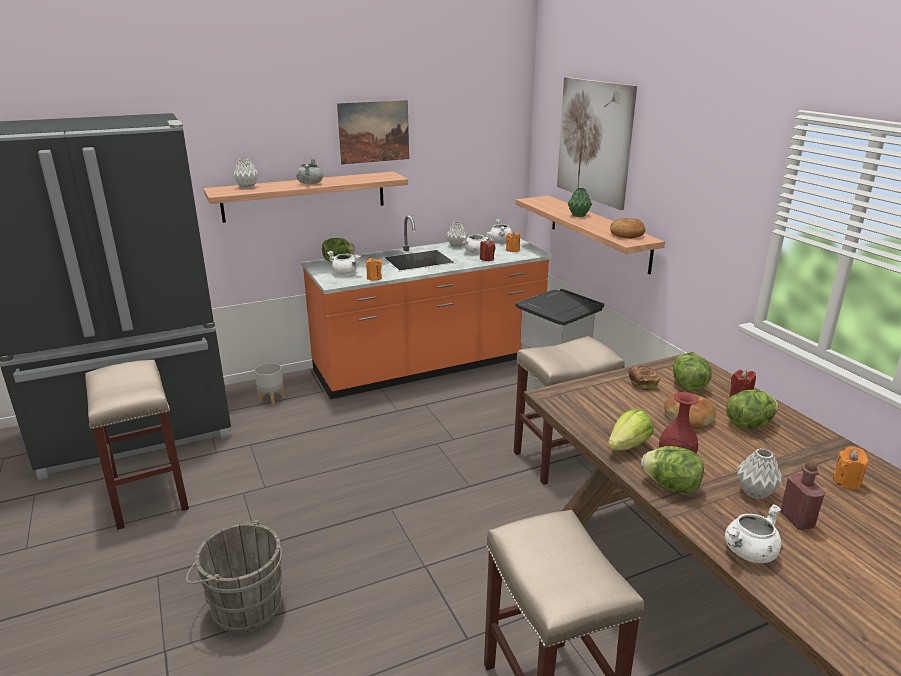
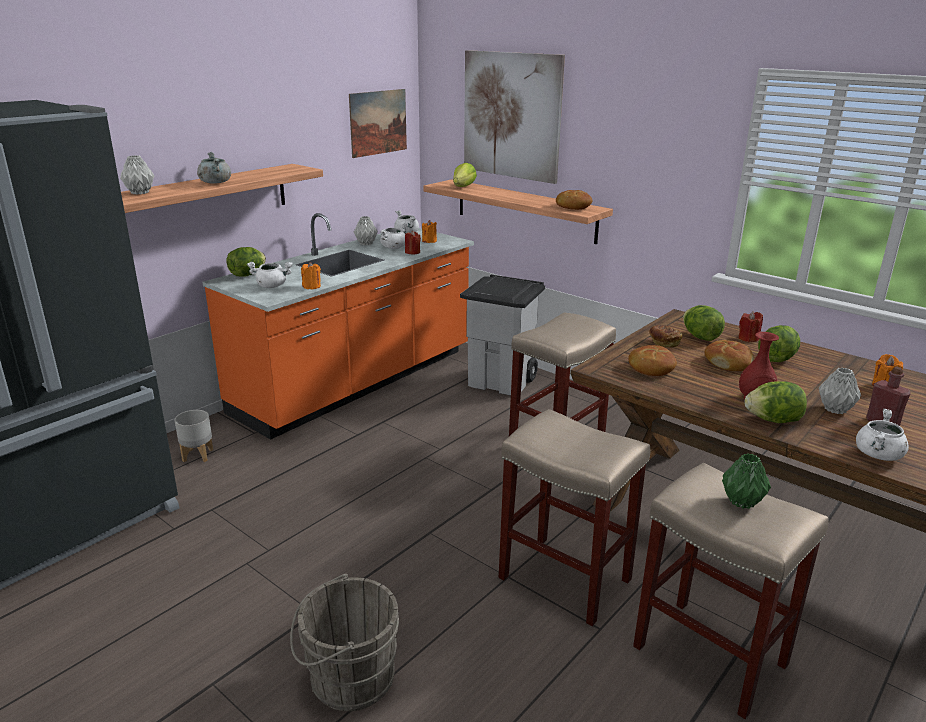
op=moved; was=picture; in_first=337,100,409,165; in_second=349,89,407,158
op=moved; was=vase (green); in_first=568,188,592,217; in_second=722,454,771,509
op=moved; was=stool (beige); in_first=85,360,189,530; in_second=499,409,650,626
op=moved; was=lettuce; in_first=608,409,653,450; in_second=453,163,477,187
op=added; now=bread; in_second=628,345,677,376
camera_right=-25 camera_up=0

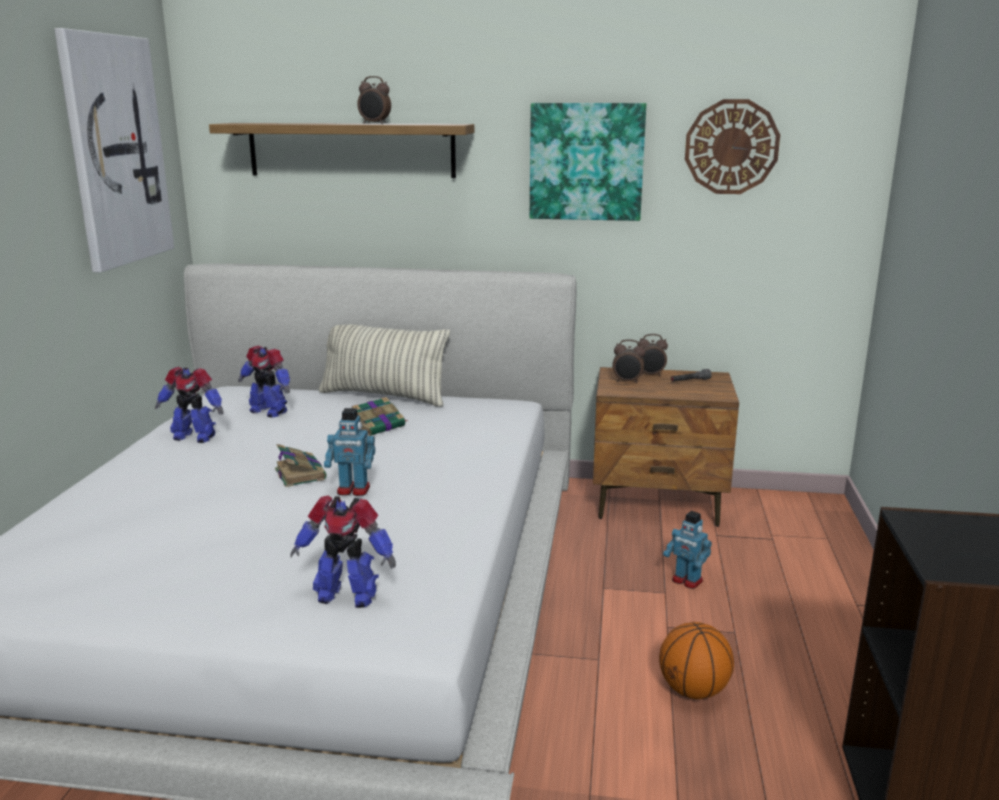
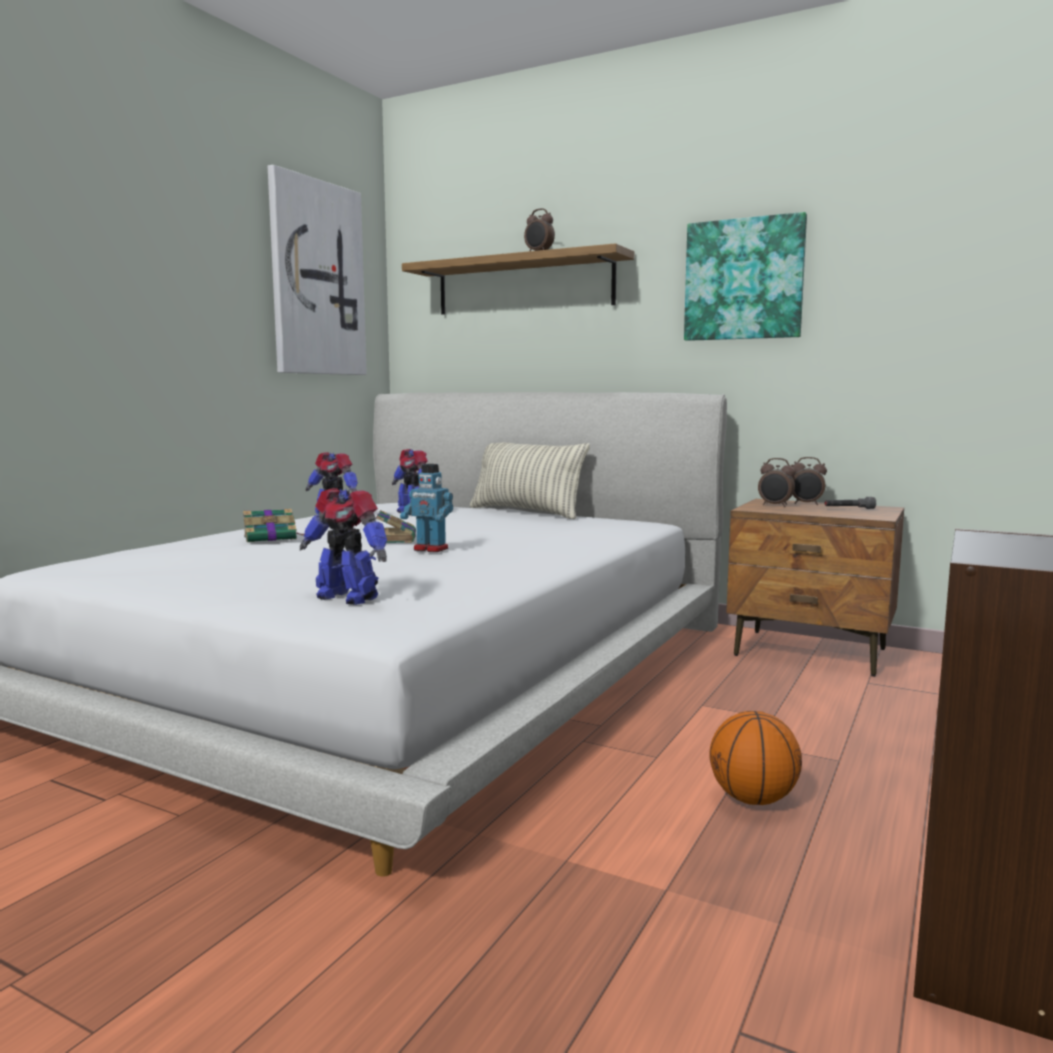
op=removed; was=wall clock; in_first=685,99,780,194
op=moved; was=book; in_first=352,397,408,436; in_second=243,508,304,542
op=removed; was=toy robot; in_first=663,511,712,589
camera_right=20 camera_up=-10

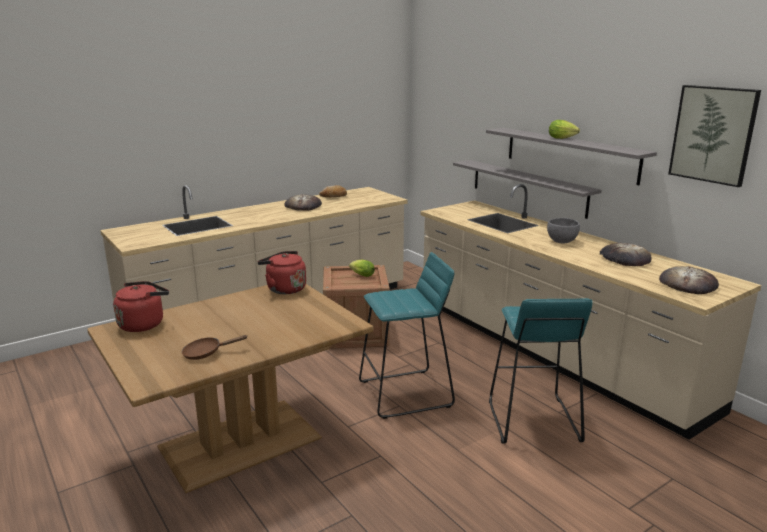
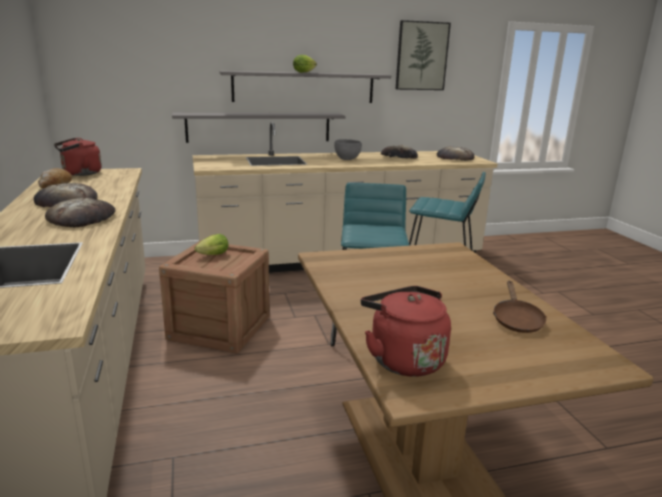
op=moved; was=kettle (red); in_first=257,251,306,294; in_second=54,138,102,176
op=added; now=bread; in_second=45,197,116,227
camera_right=-70 camera_up=0

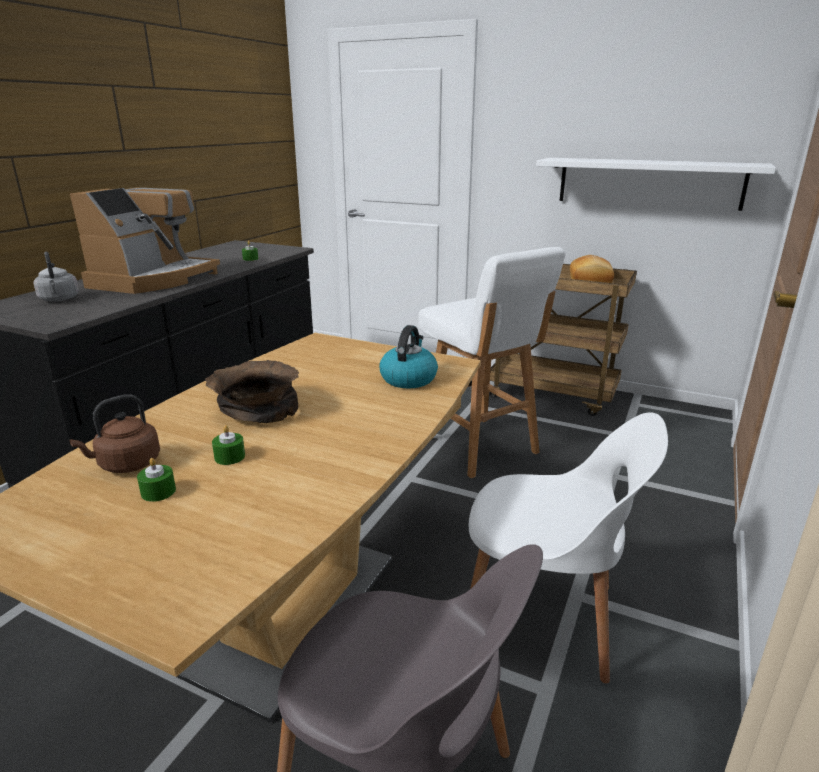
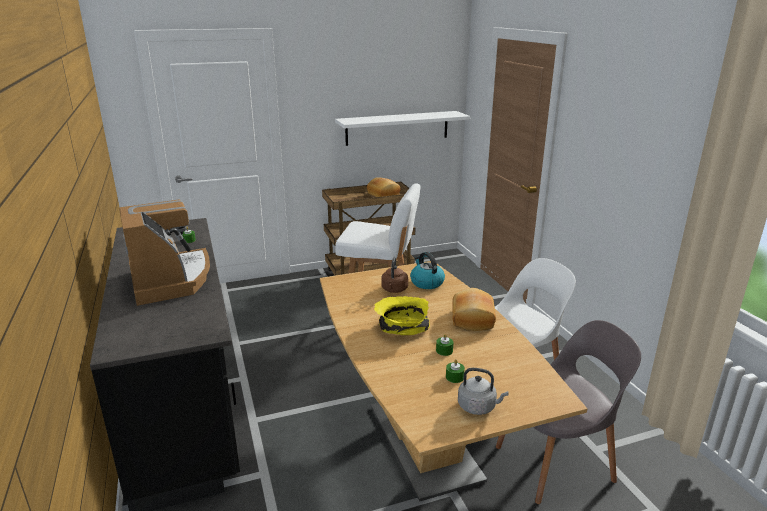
op=moved; was=kettle (grey); in_first=34,252,79,302; in_second=458,368,508,415
op=recoloured; was=bowl (brown); now=bowl (yellow); in_first=205,360,299,423; in_second=374,296,430,335
op=moved; was=kettle (brown); in_first=70,394,160,473; in_second=381,257,408,293
op=added; now=bread; in_second=453,288,496,331
camera_right=-45 camera_up=0

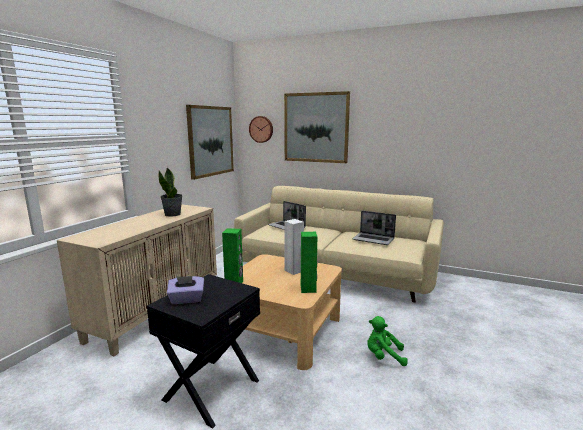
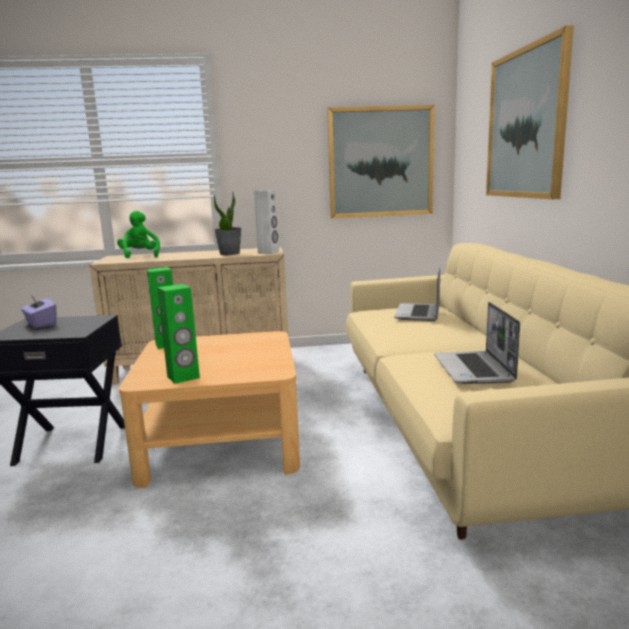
op=removed; was=wall clock; in_first=249,116,273,143
op=moved; was=speaker (white); in_first=284,219,304,275; in_second=254,190,279,254
op=moved; was=plush toy (green); in_first=367,316,408,366; in_second=117,210,160,258
camera_right=60 camera_up=0

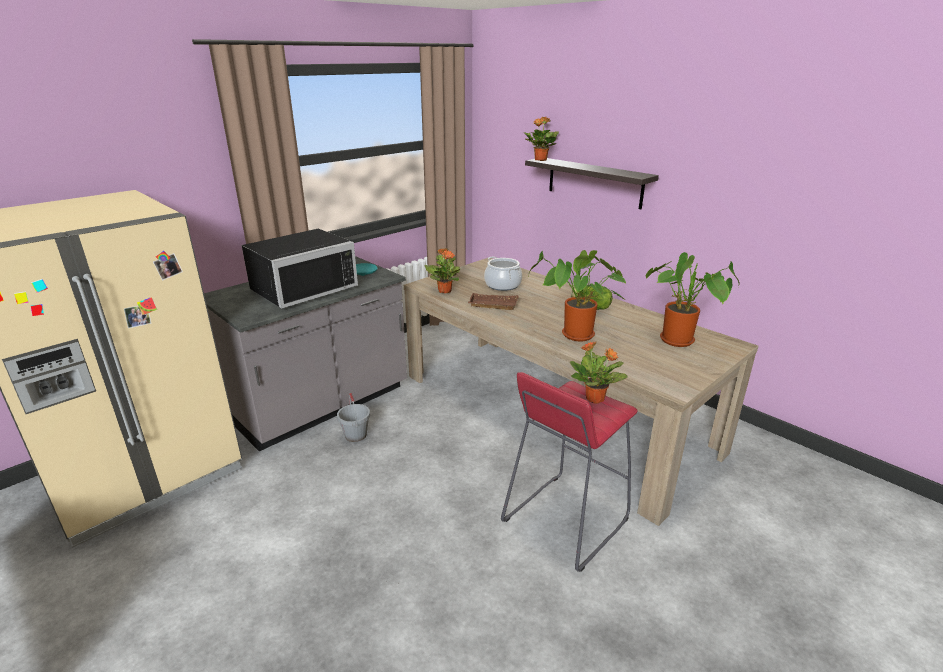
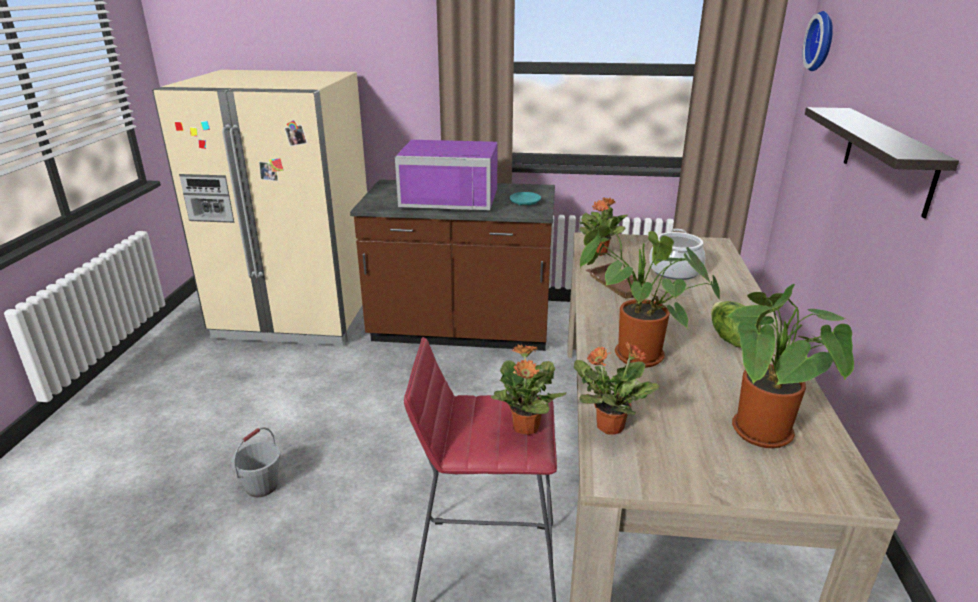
op=moved; was=potted plant; in_first=524,117,559,161; in_second=574,342,660,435
op=recoloured; was=microwave (black); now=microwave (purple); in_first=242,228,358,309; in_second=395,140,498,210
op=recoloured; was=counter (grey); now=counter (brown); in_first=204,256,407,451; in_second=350,179,555,351
op=moved; was=bucket (grey); in_first=337,393,370,442; in_second=231,427,281,497
op=added; now=wall clock; in_second=802,11,833,71
camera_right=50 camera_up=0

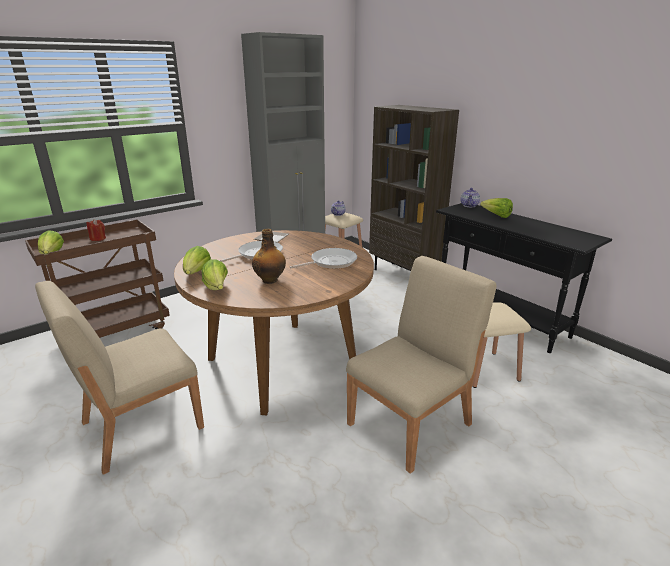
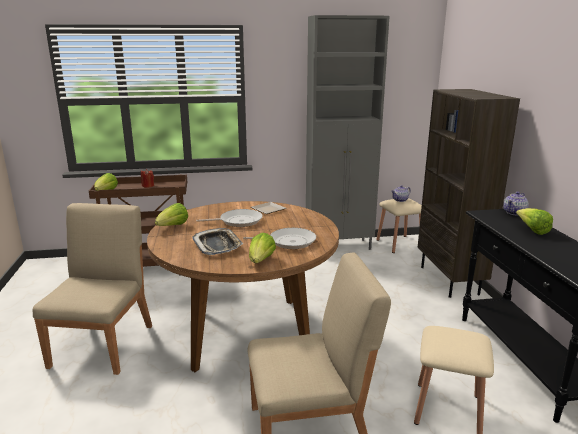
op=replaced; was=bottle; now=tray; in_first=252,228,286,284; in_second=192,228,244,255
op=moved; was=lettuce; in_first=202,259,228,290; in_second=249,233,276,263
op=turned; was=chair (beige); in_first=35,281,204,475; in_second=33,203,152,375; clockwise=105
camera_right=30 camera_up=-5

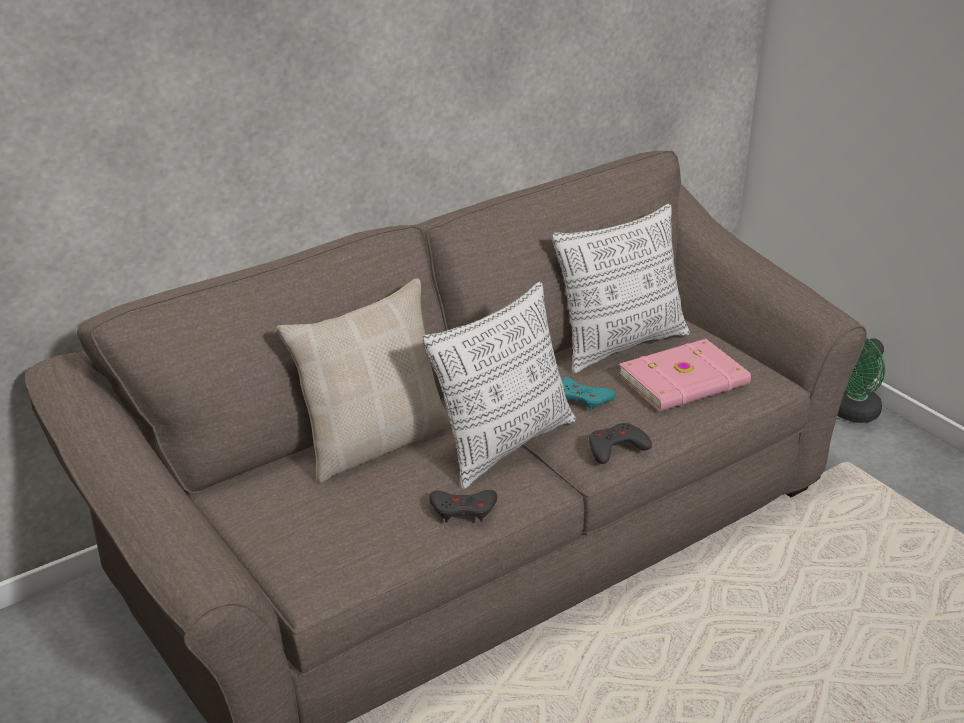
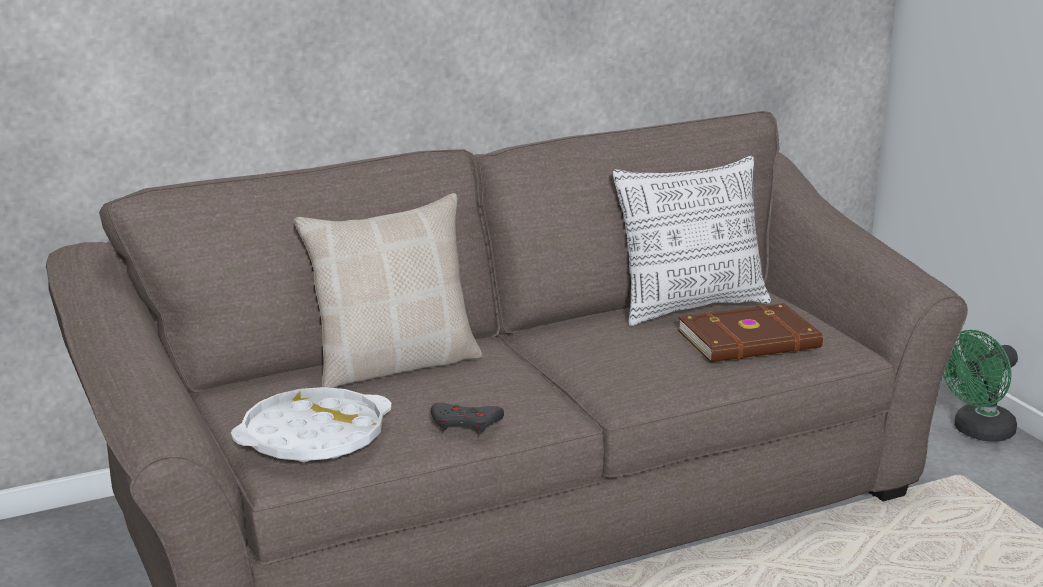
op=removed; was=pillow; in_first=422,282,576,489
op=recoloured; was=book (pink); now=book (brown); in_first=618,339,751,412; in_second=678,303,823,362
op=removed; was=game controller (turquoise); in_first=561,377,616,411
op=removed; was=game controller (grey); in_first=589,423,652,464
op=added; now=tray (white); in_second=231,387,392,462
camera_right=10 camera_up=-10

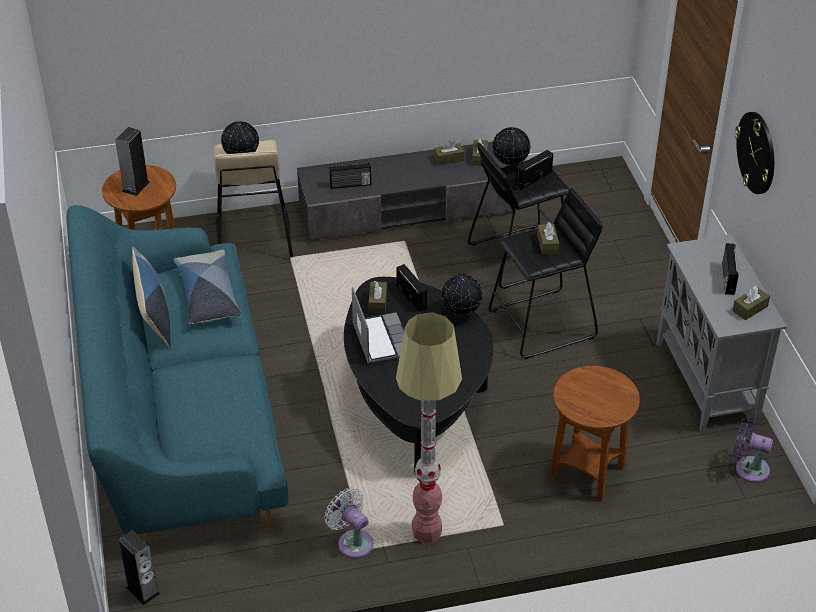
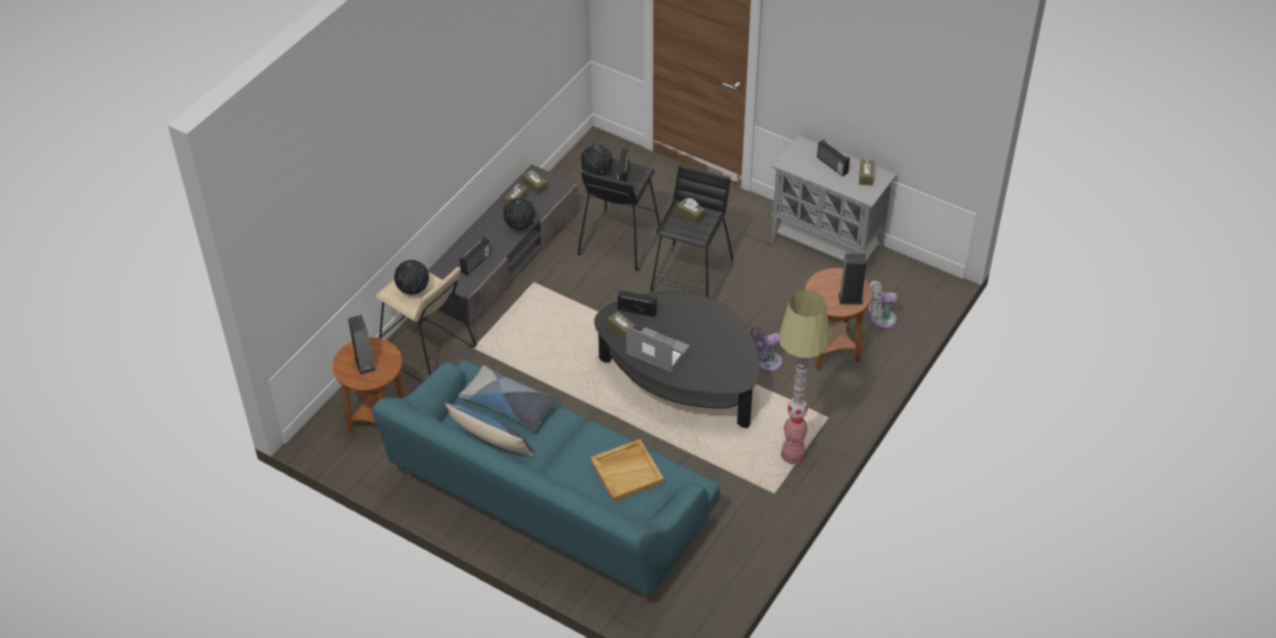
op=removed; was=wall clock; in_first=735,112,774,194
op=moved; was=globe; in_first=441,274,483,315; in_second=503,198,536,230
op=moved; was=fan (purple); in_first=733,417,773,483; in_second=750,327,782,372
op=moved; was=fan (white); in_first=324,488,374,559; in_second=869,281,897,329
op=moved; was=speaker; in_first=119,530,160,605; in_second=839,253,867,305
op=added; now=tray (beige); in_second=590,439,664,502
camera_right=-45 camera_up=5

